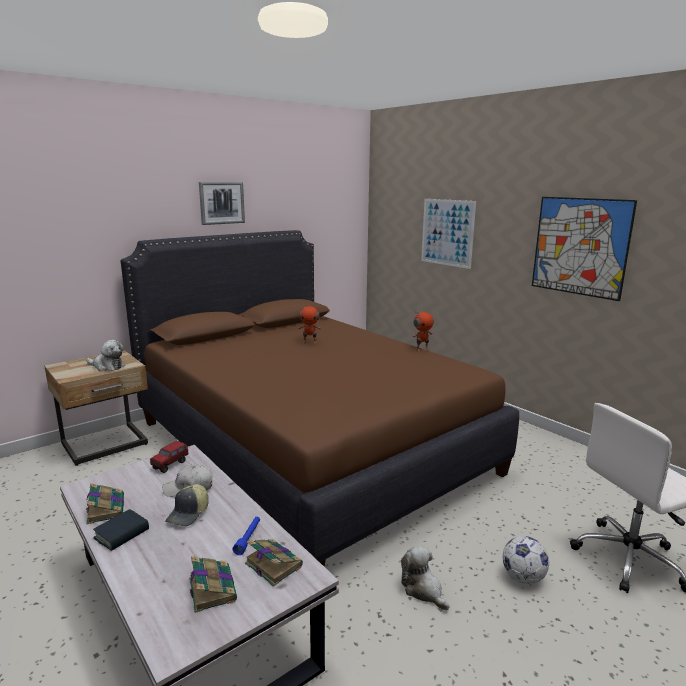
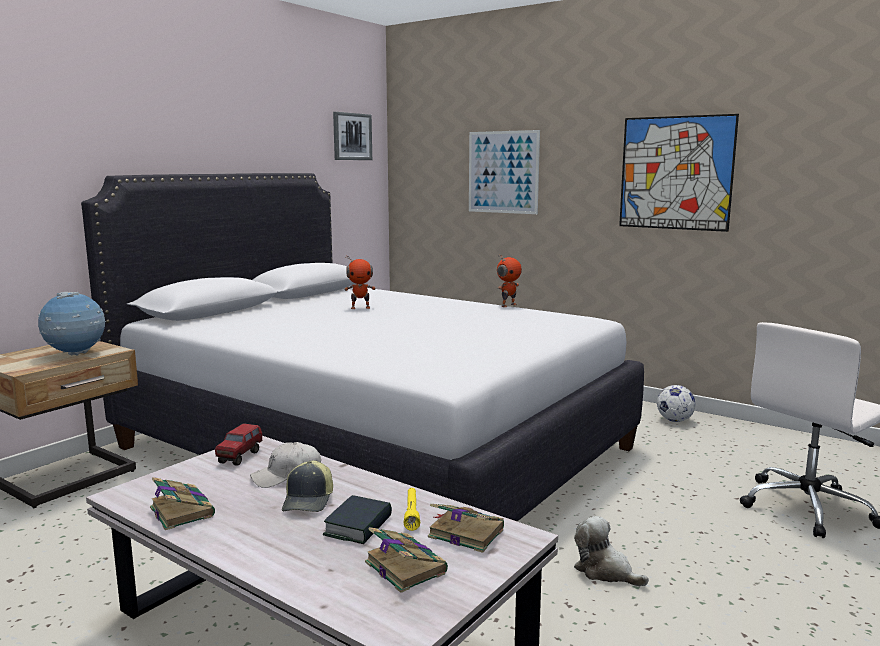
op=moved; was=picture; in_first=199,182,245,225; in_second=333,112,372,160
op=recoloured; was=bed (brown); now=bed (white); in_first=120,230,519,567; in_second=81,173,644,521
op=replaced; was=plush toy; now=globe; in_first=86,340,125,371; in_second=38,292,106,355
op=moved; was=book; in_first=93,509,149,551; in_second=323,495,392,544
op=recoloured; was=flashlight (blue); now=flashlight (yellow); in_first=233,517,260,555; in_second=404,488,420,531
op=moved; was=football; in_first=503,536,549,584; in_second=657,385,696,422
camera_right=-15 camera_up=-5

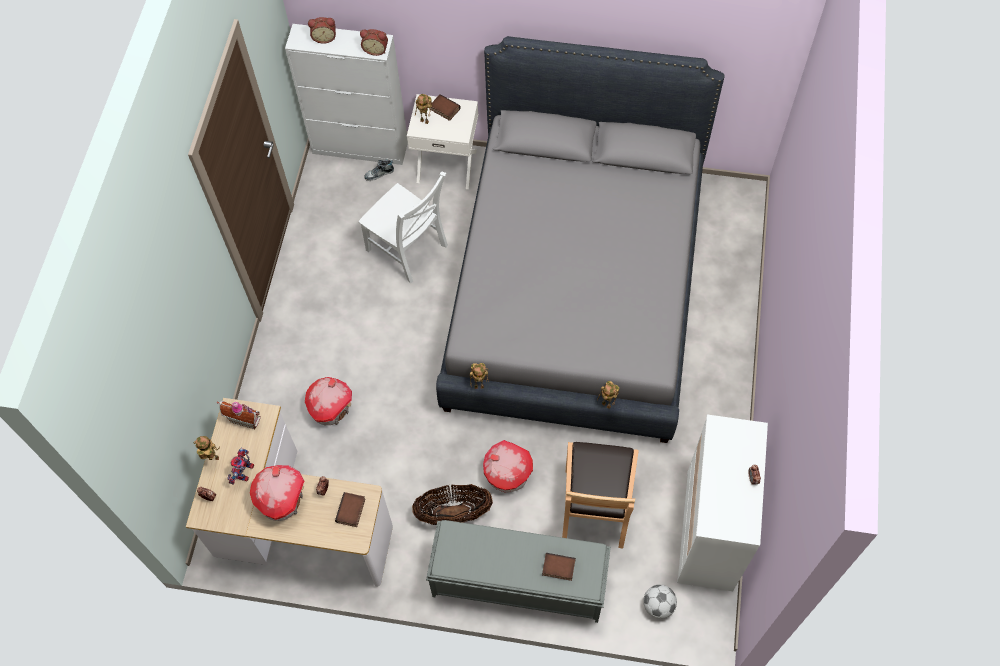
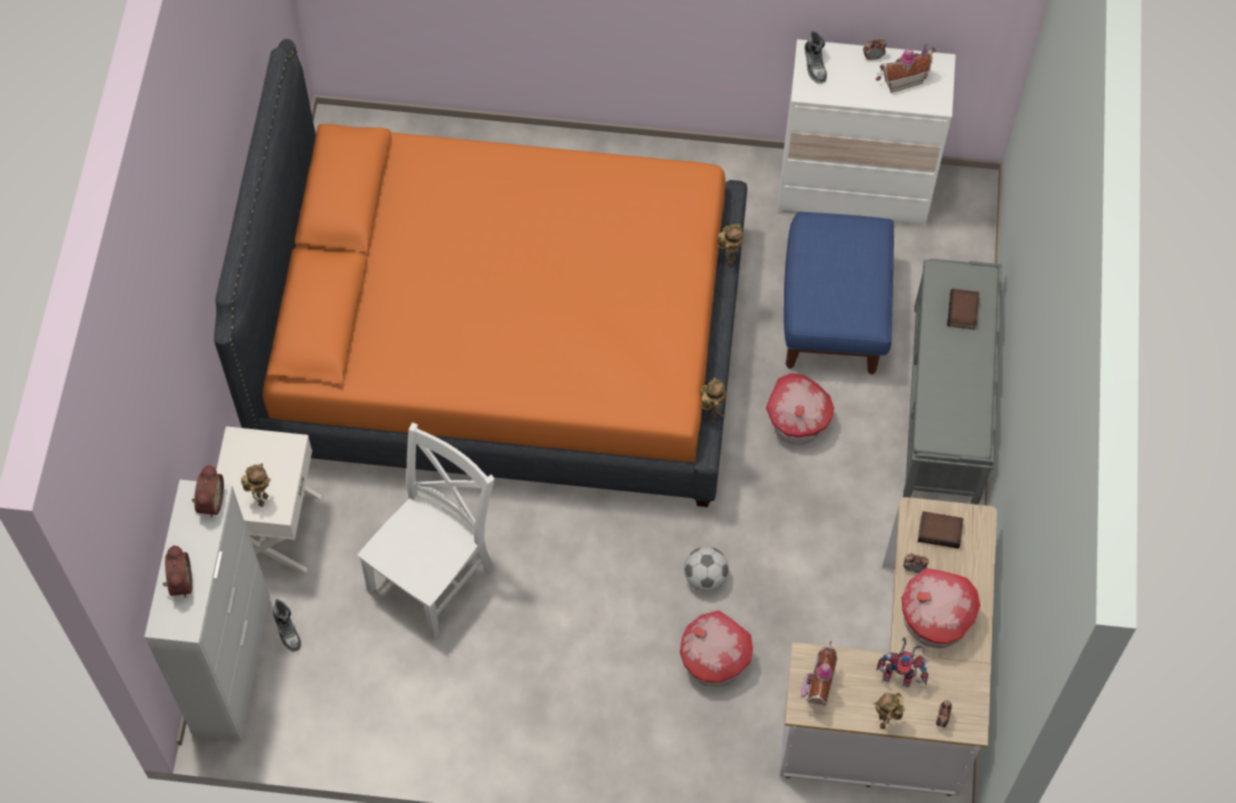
op=recoloured; was=bed (grey); now=bed (orange); in_first=436,36,724,443; in_second=214,39,747,507
op=removed; was=book; in_first=430,94,460,121
op=replaced; was=chair (brown); now=ottoman (blue); in_first=562,442,639,548; in_second=784,212,894,374
op=removed; was=basket; in_first=412,484,493,525
op=moved; was=football; in_first=643,585,677,619; in_second=684,547,729,592
op=added; now=shoe; in_second=805,30,827,84
op=added; now=toy house; in_second=875,44,936,93
camera_right=-95 camera_up=0

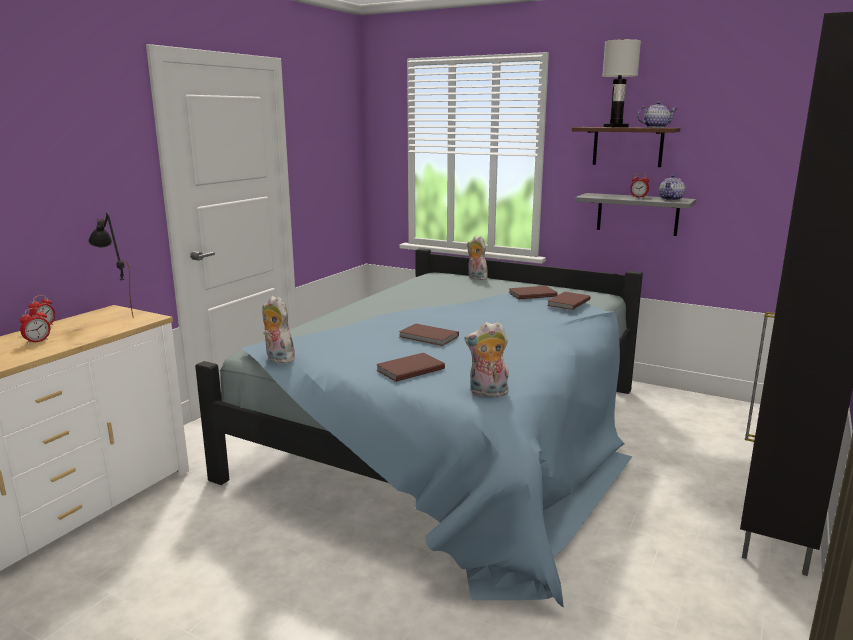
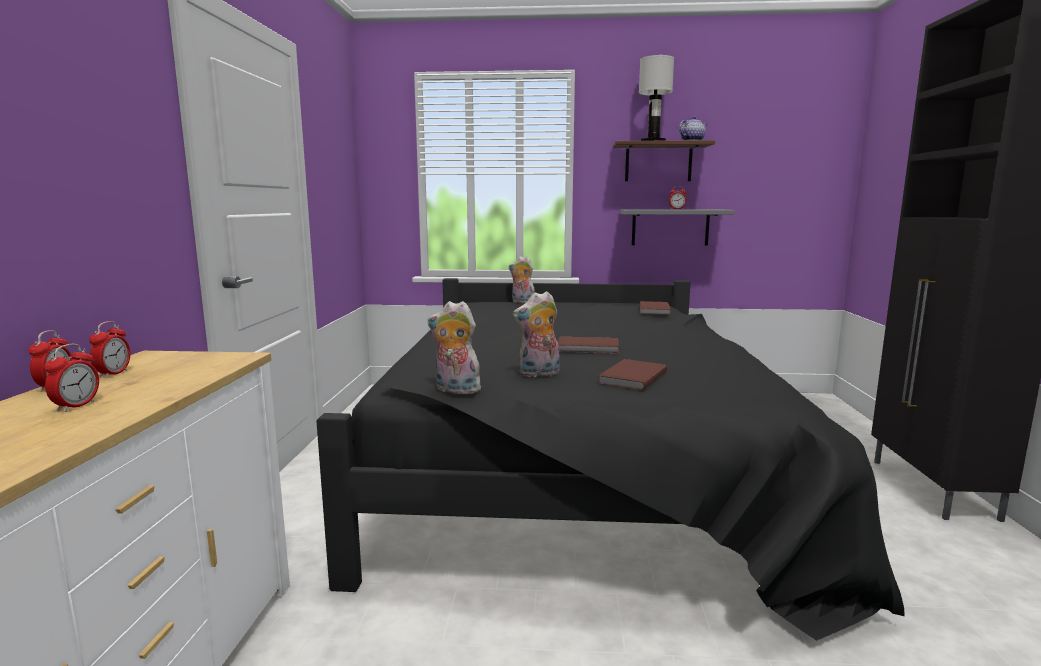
op=removed; was=teapot; in_first=659,175,685,200
op=removed; was=table lamp (black); in_first=88,213,134,318
op=recoloured; was=bed (blue); now=bed (black); in_first=195,248,643,608; in_second=316,278,905,641
op=removed; was=book (brown); in_first=509,286,557,300
op=moved; was=plush toy; in_first=464,322,509,397; in_second=513,291,560,378
op=added; now=alarm clock; in_second=89,321,130,378
camera_right=-25 camera_up=-5

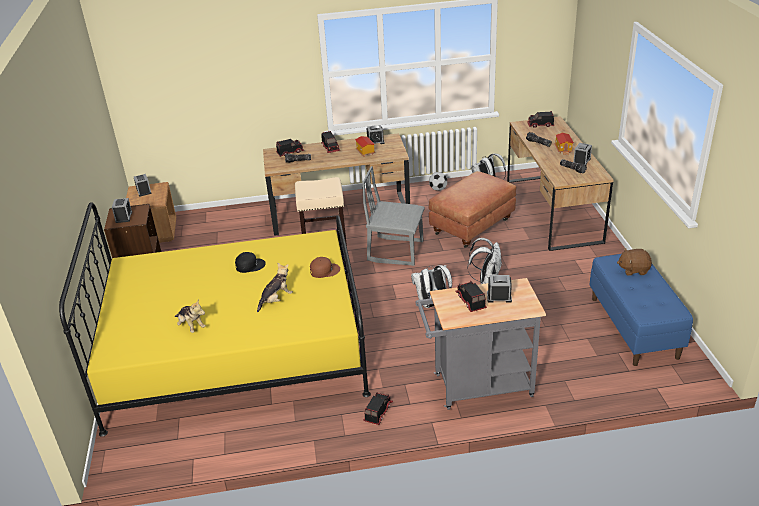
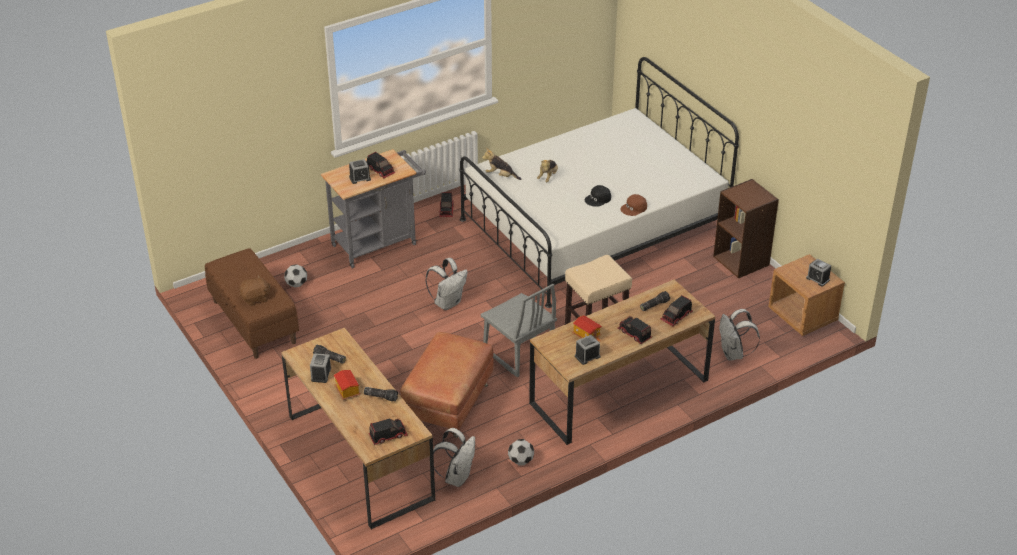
op=turned; was=chair (grey); in_first=362,166,425,266; in_second=481,284,557,377; clockwise=60
op=removed; was=alarm clock; in_first=112,198,132,223
op=recoloured; was=bed (yellow); now=bed (white); in_first=59,202,371,437; in_second=459,57,739,308
op=moved; was=backpack (white); in_first=467,238,502,284; in_second=719,309,760,360
op=recoloured; was=bench (blue); now=bench (brown); in_first=589,254,693,366; in_second=205,248,299,359
op=moved; was=cap (brown); in_first=310,257,340,278; in_second=620,194,647,216
op=moved; was=plush toy; in_first=175,299,206,333; in_second=482,148,521,180
op=added; now=football; in_second=284,265,307,288
camera_right=155 camera_up=5

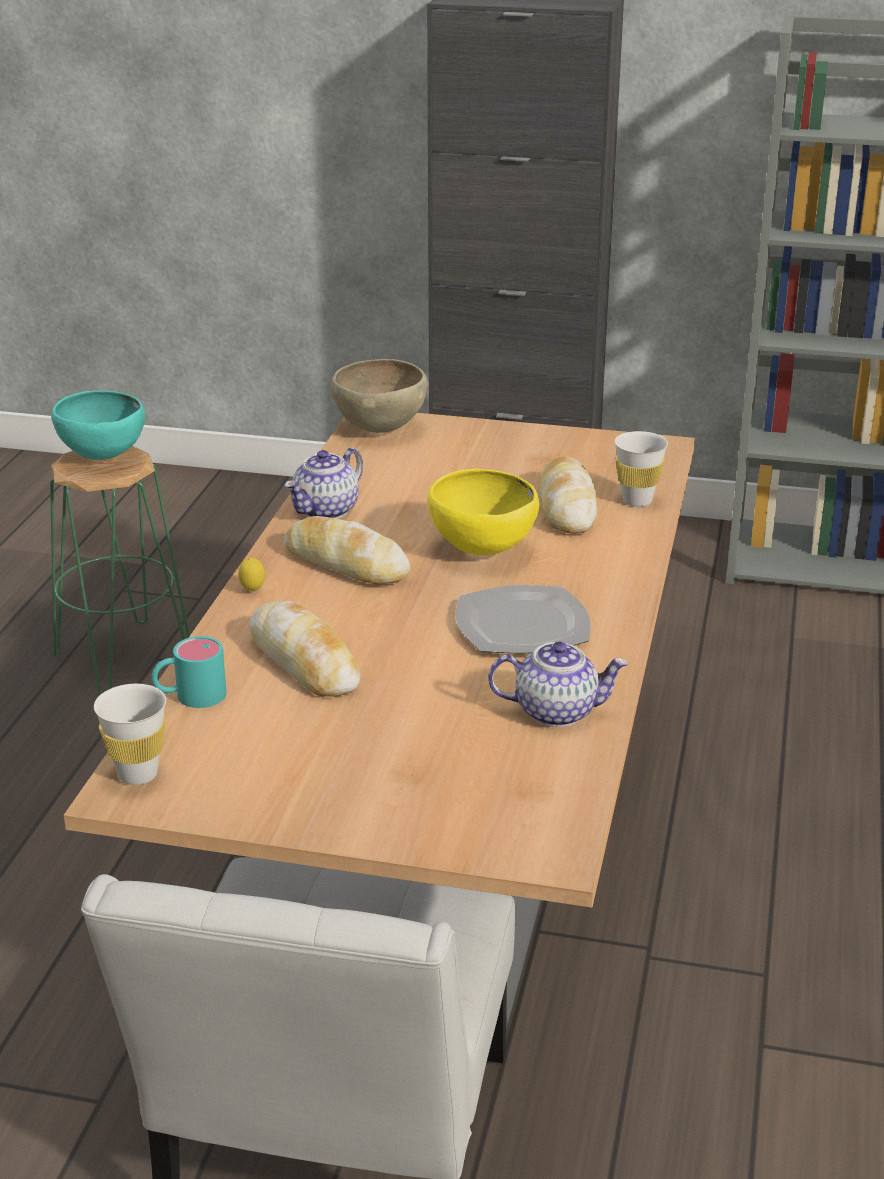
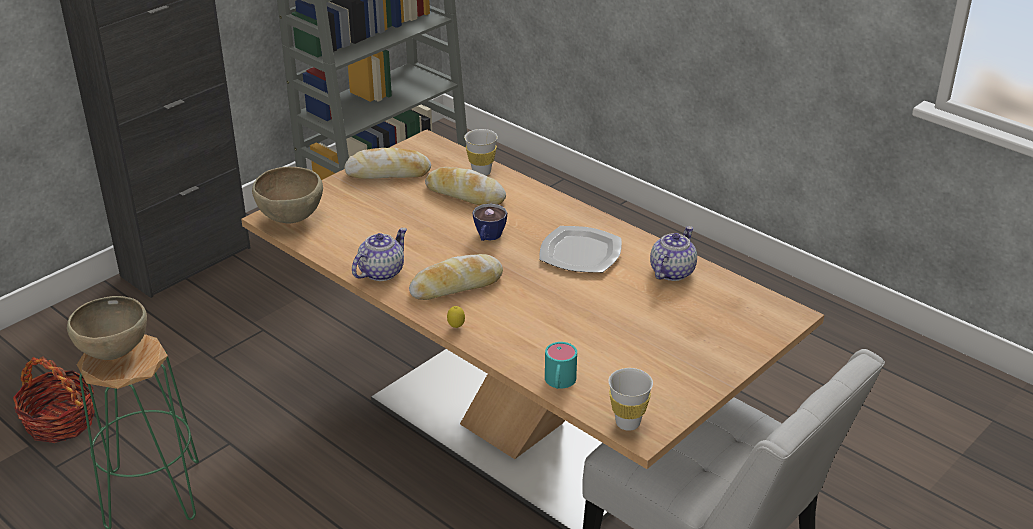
op=recoloured; was=bowl (turquoise); now=bowl (brown); in_first=51,391,145,460; in_second=67,296,147,360
op=turned; was=teapot; in_first=285,448,363,519; in_second=352,228,407,281; clockwise=-120
op=replaced; was=bowl (yellow); now=cup; in_first=427,468,539,555; in_second=472,204,507,241
op=moved; was=bread; in_first=249,601,360,697; in_second=344,147,431,179
op=added; now=basket; in_second=13,357,95,443
camera_right=-60 camera_up=5

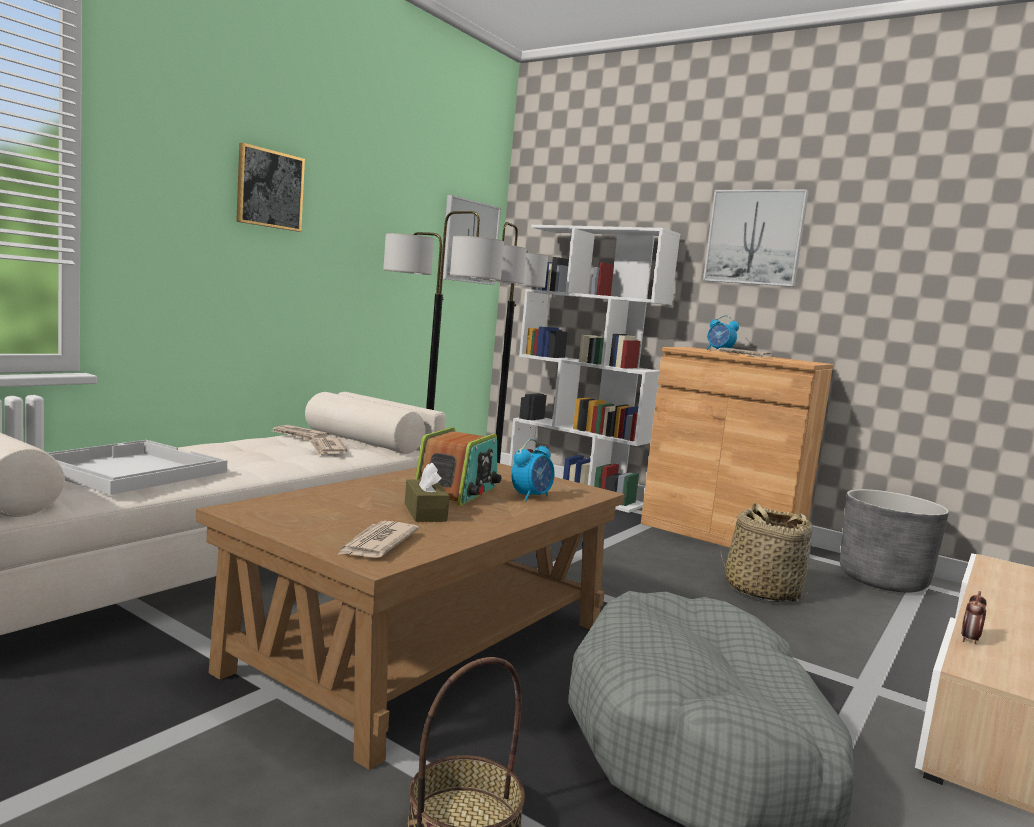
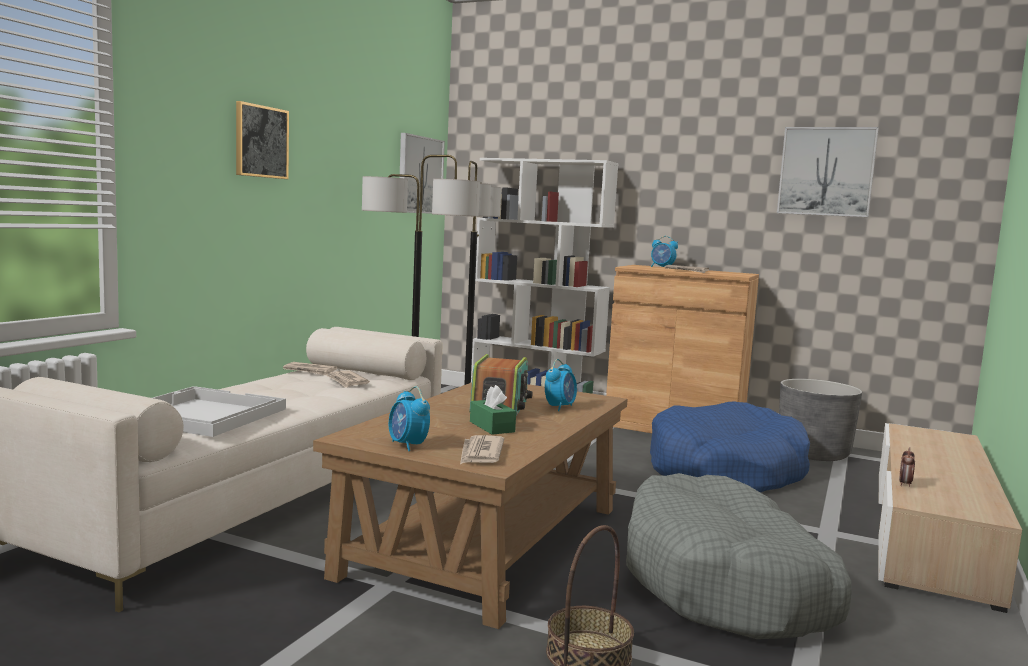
op=moved; was=picture; in_first=703,189,809,287; in_second=777,127,879,217
op=recoloured; was=tissue box (brown); now=tissue box (green); in_first=405,462,450,522; in_second=470,385,516,435
op=replaced; was=basket; now=dog bed (blue); in_first=721,503,813,602; in_second=650,401,810,493
op=added; now=alarm clock; in_second=389,386,430,451
camera_right=-10 camera_up=0

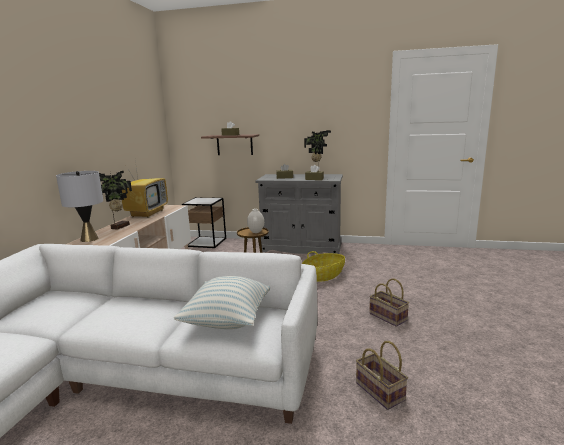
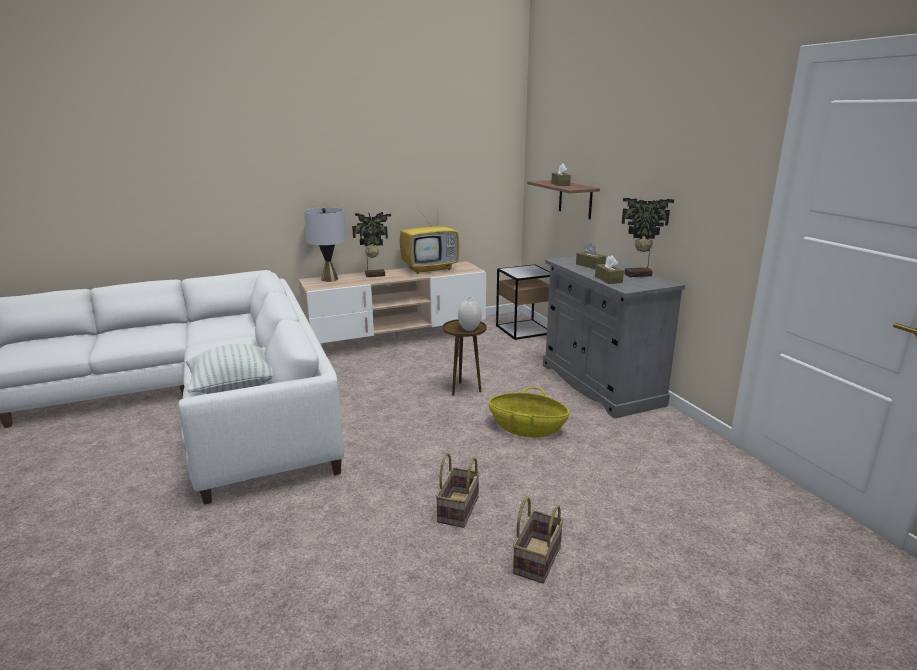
op=moved; was=basket; in_first=356,341,408,410; in_second=513,497,564,584
camera_right=55 camera_up=5

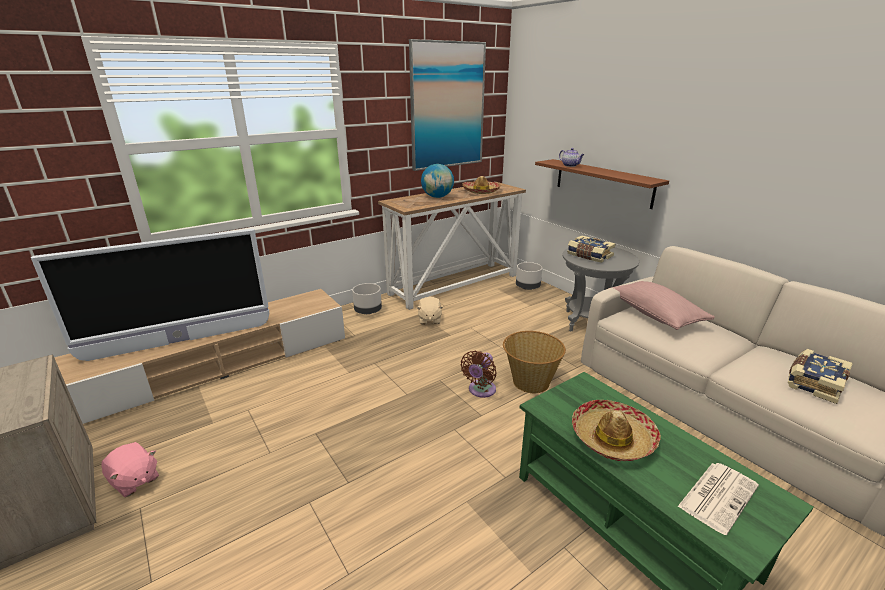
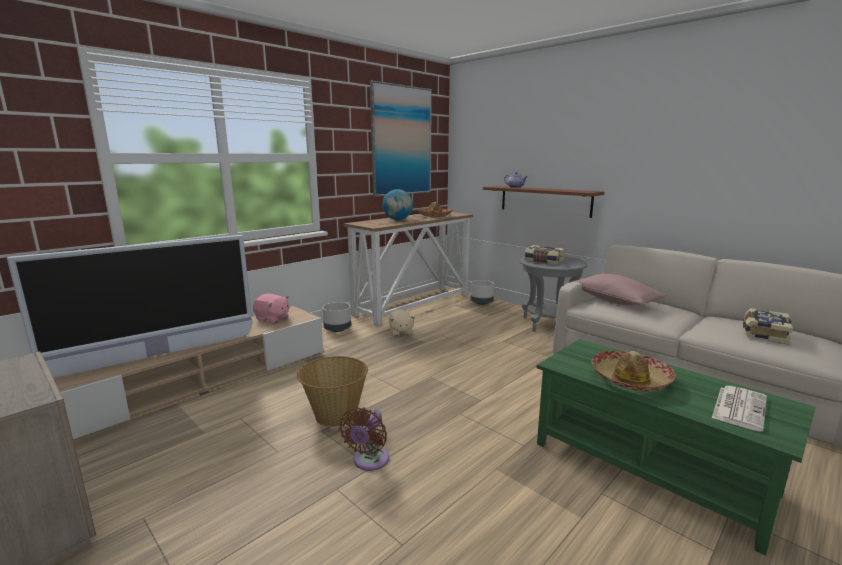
op=moved; was=basket; in_first=503,331,566,393; in_second=297,356,368,427
op=moved; was=fan (brown); in_first=461,351,497,398; in_second=339,407,389,471
op=moved; was=plush toy (pink); in_first=101,442,159,497; in_second=253,294,289,323
camera_right=-10 camera_up=-10

